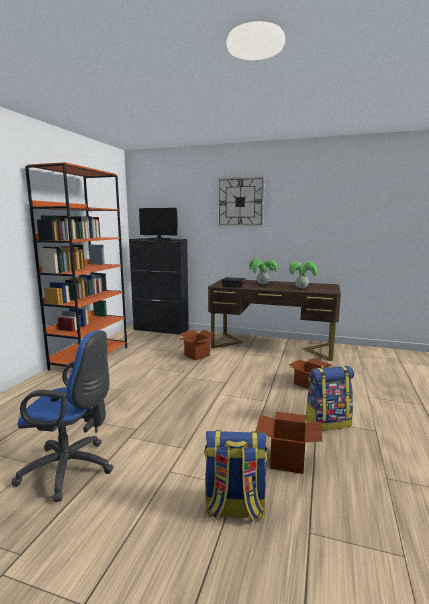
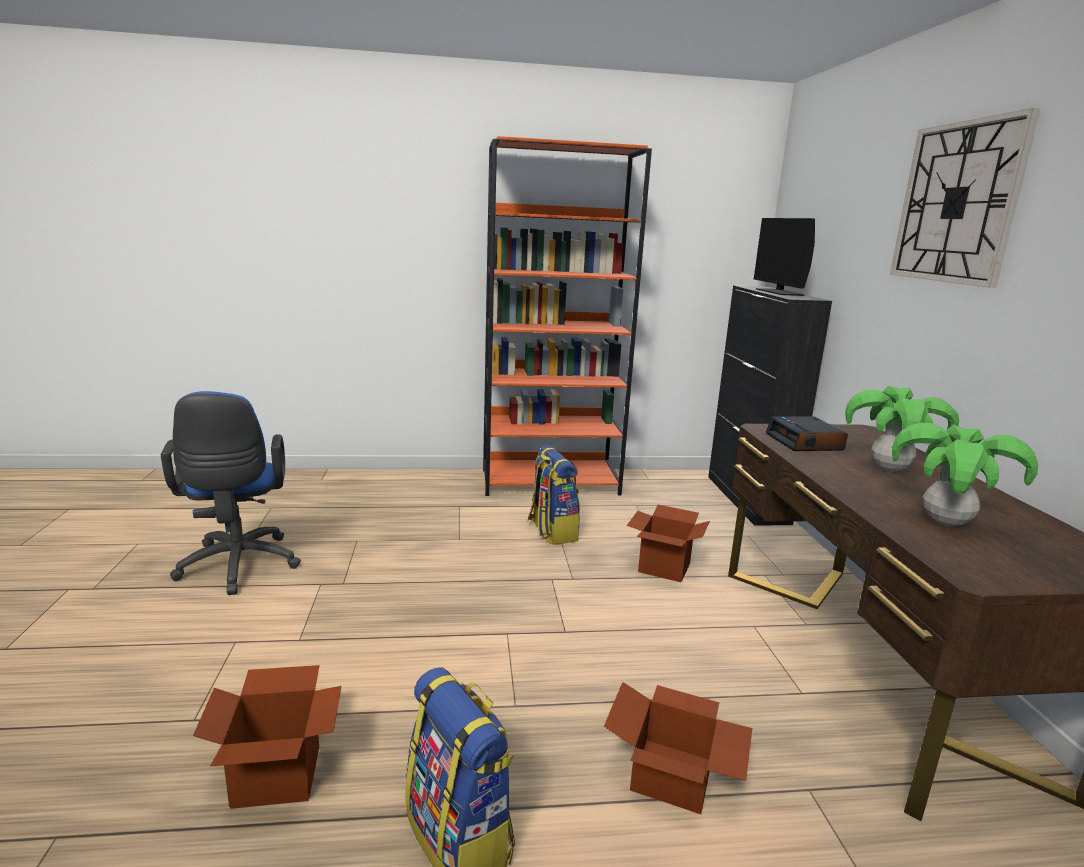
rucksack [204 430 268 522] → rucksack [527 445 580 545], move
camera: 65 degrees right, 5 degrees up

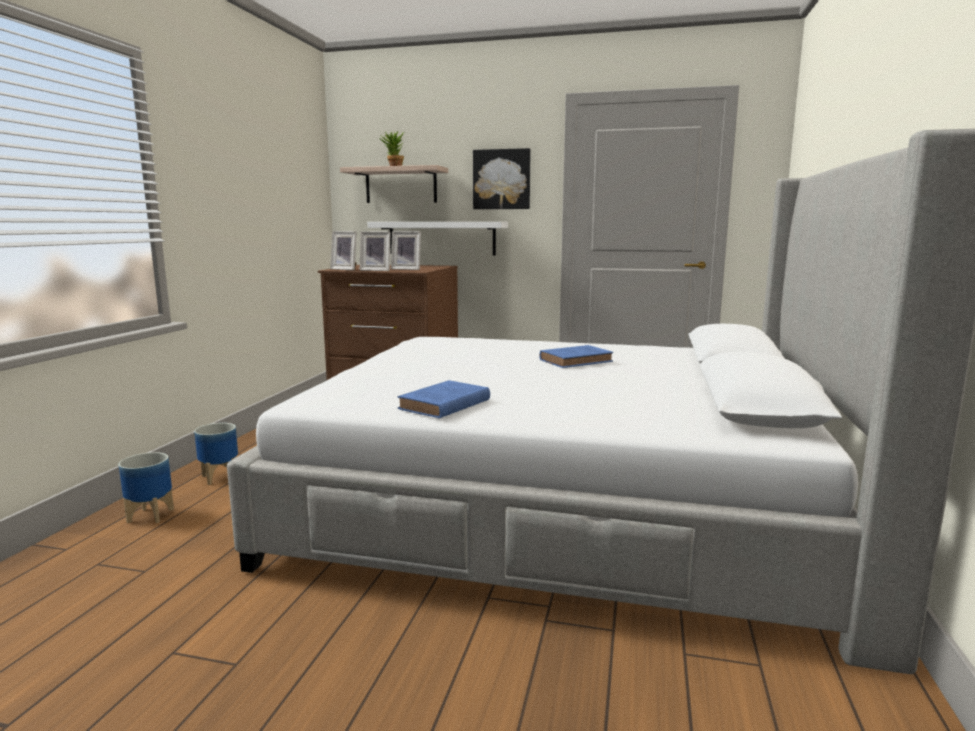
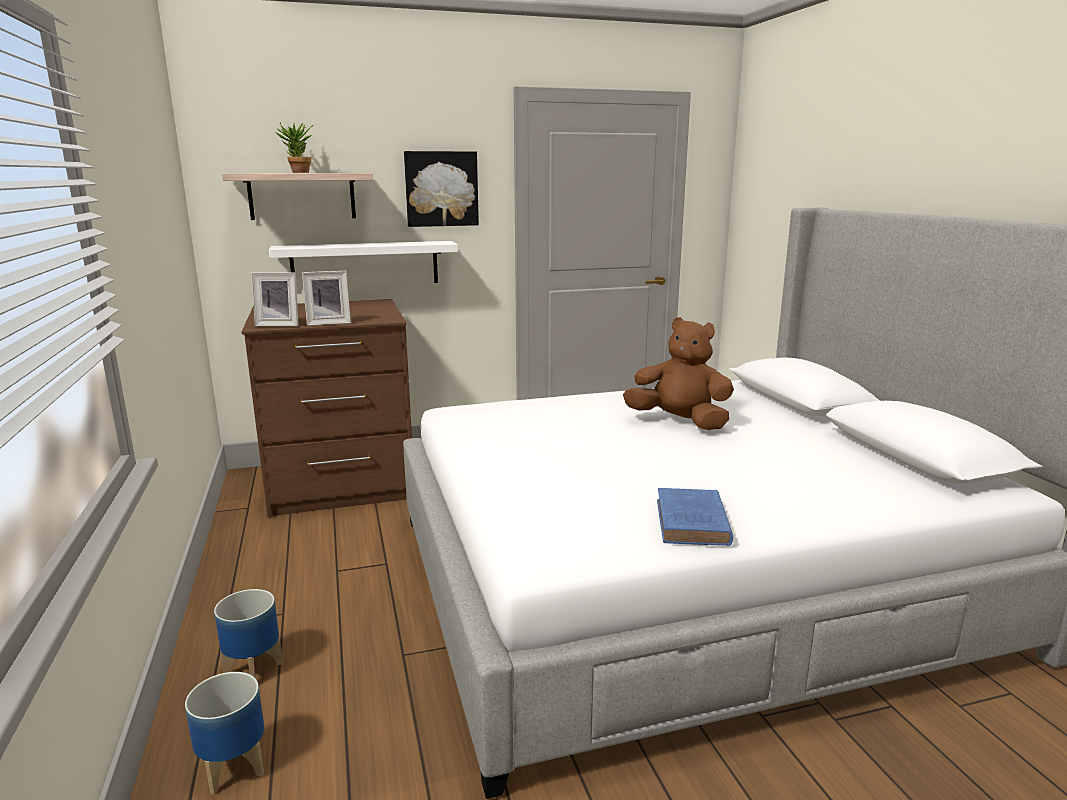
picture frame [391 231 421 270] → -
blue-coloured book [539 345 613 368] → brownish plush toy [623 317 734 430]
camera: 30 degrees left, 5 degrees up

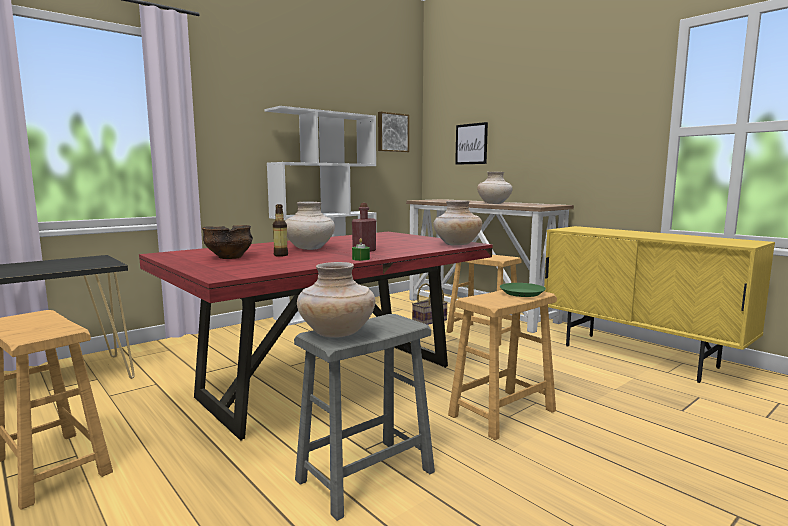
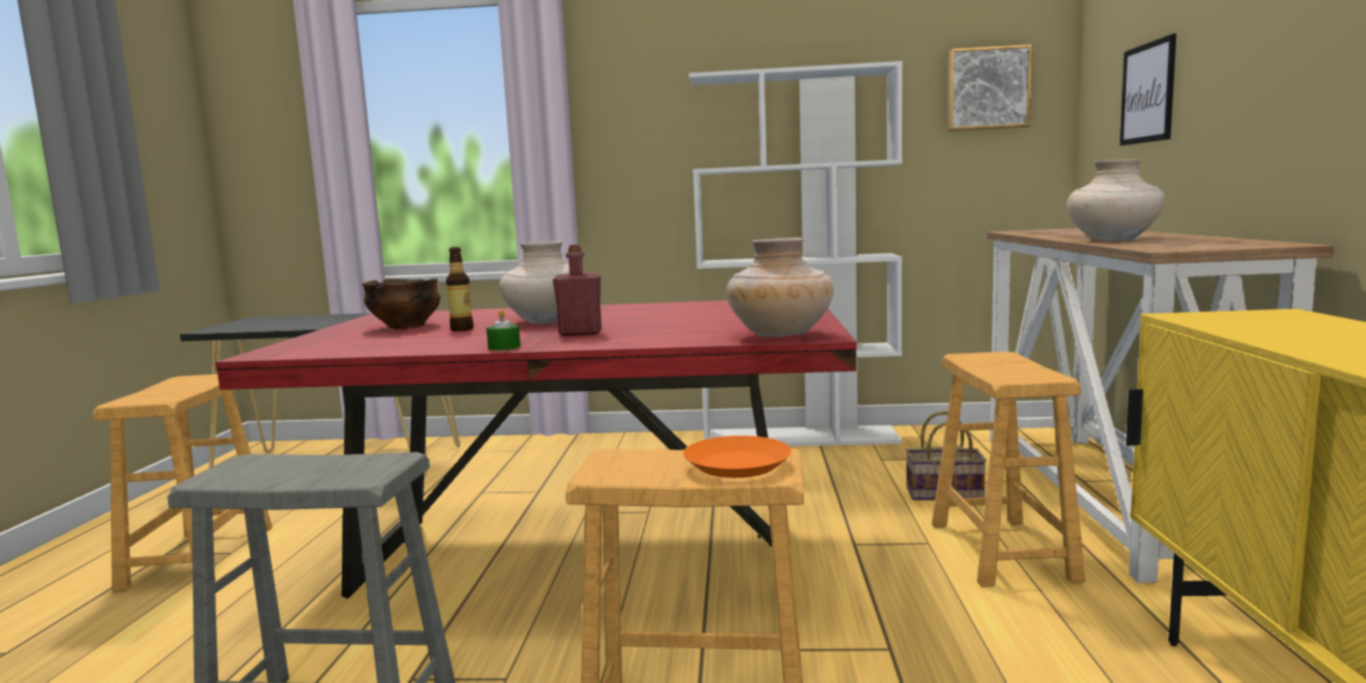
sand-coloured decorative vase [297 262 375 338] → -
green flat dish [500 283 546 297] → orange flat dish [683 436 791 478]
camera: 45 degrees right, 0 degrees up

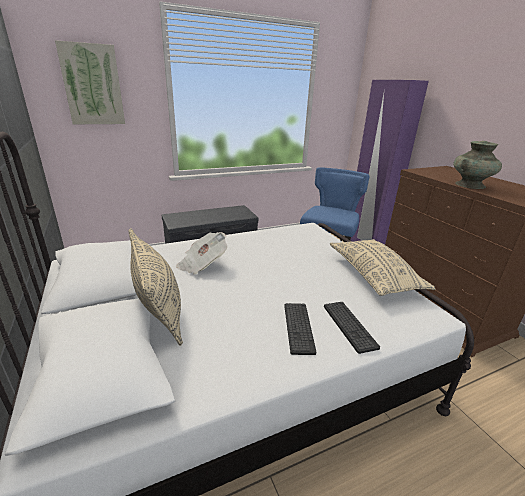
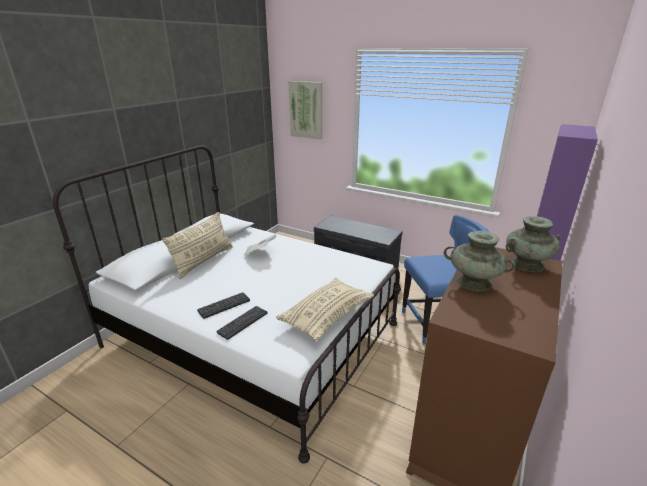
- → blue-green decorative vase [506 216 560 272]
camera: 55 degrees right, 0 degrees up

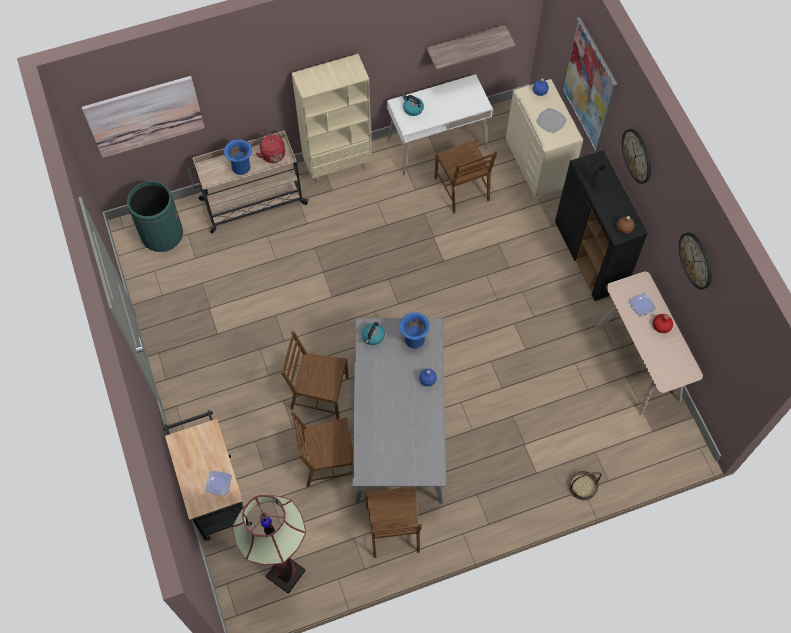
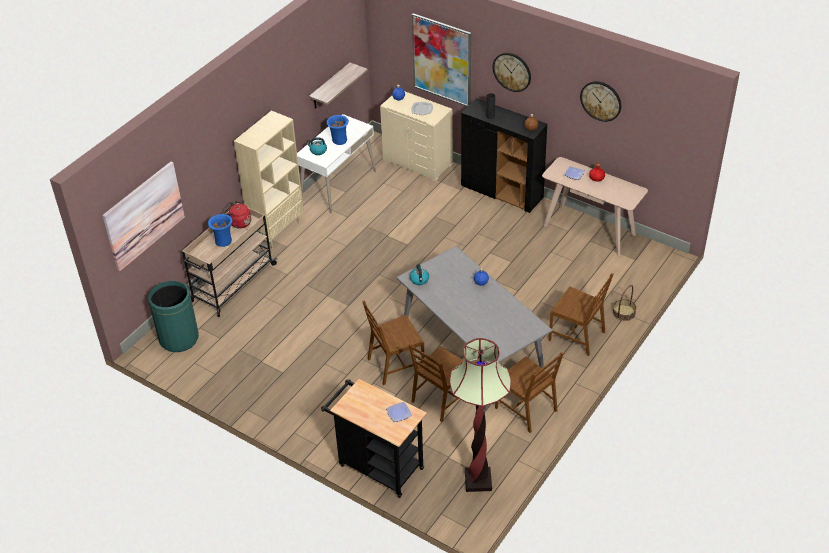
brownish plain chair [434 140 497 214] → brownish plain chair [548 273 614 356], move
blue-coloured decorative vase [400 312 429 349] → blue-coloured decorative vase [327 115 349 145], move
camera: 35 degrees left, 20 degrees down

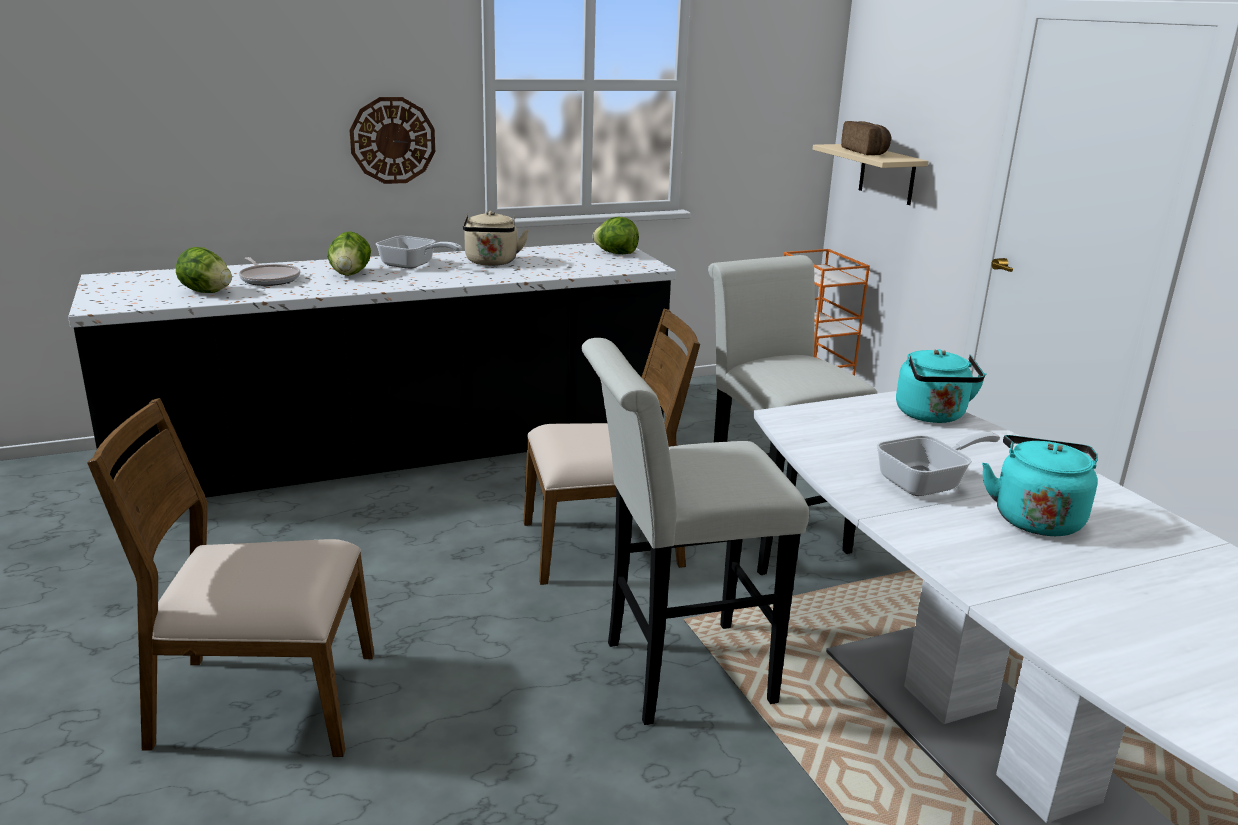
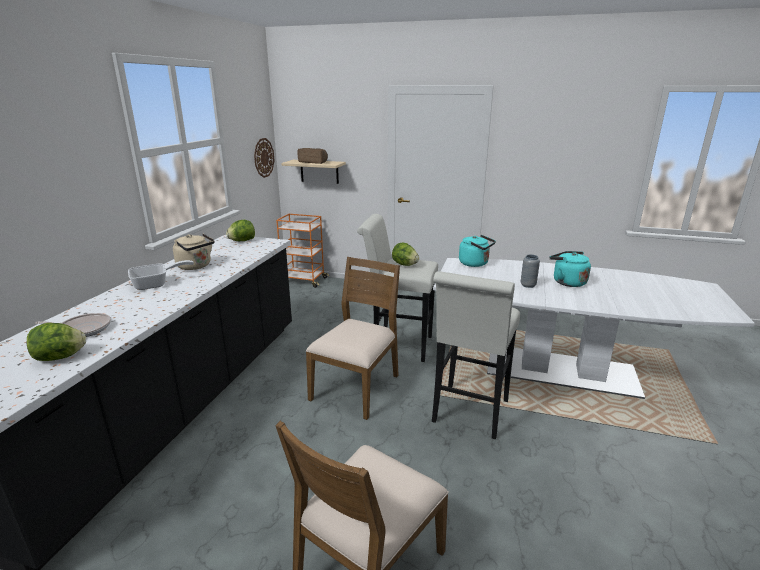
hanging clock [350 97 435 184] → hanging clock [254 138 274 178], move
lettuce head [327 231 371 276] → lettuce head [392 243 419 266], move
pan [876 432 1000 496] → grey decorative vase [520 254 540 288]
camera: 50 degrees left, 0 degrees up

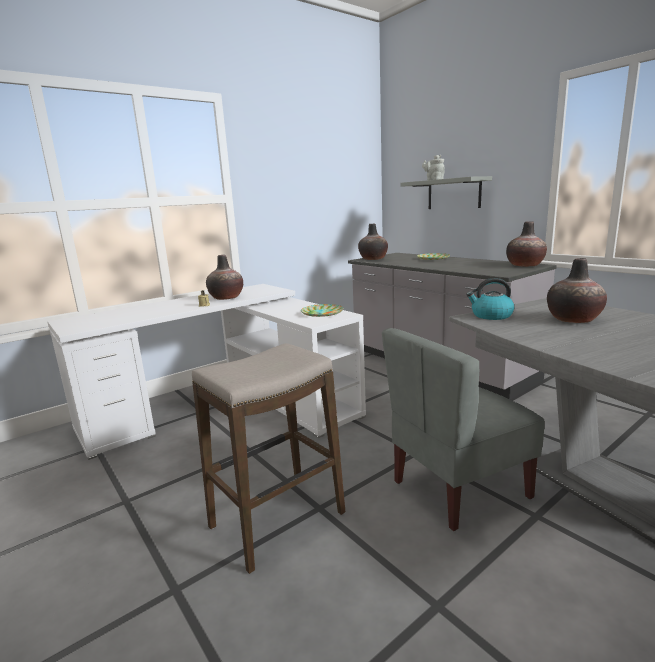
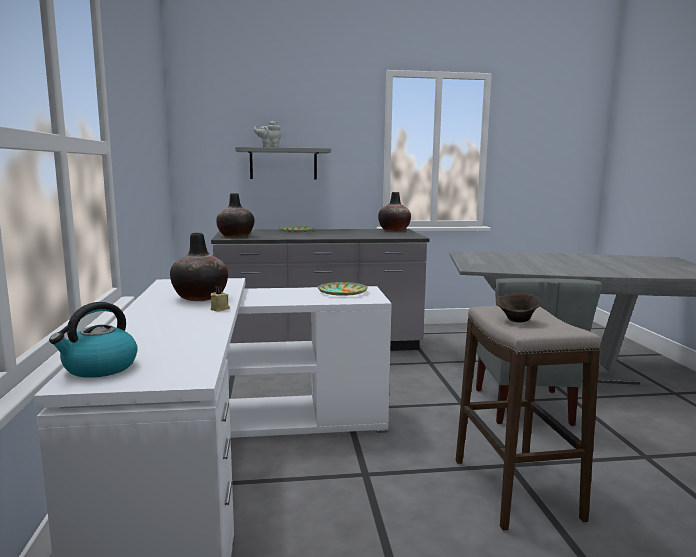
decorative vase [547 258 607 323] → -
water kettle [466 278 515 320] → water kettle [49 302 138 378], move
- → brownish bowl [497 293 540 323]
camera: 60 degrees left, 5 degrees down

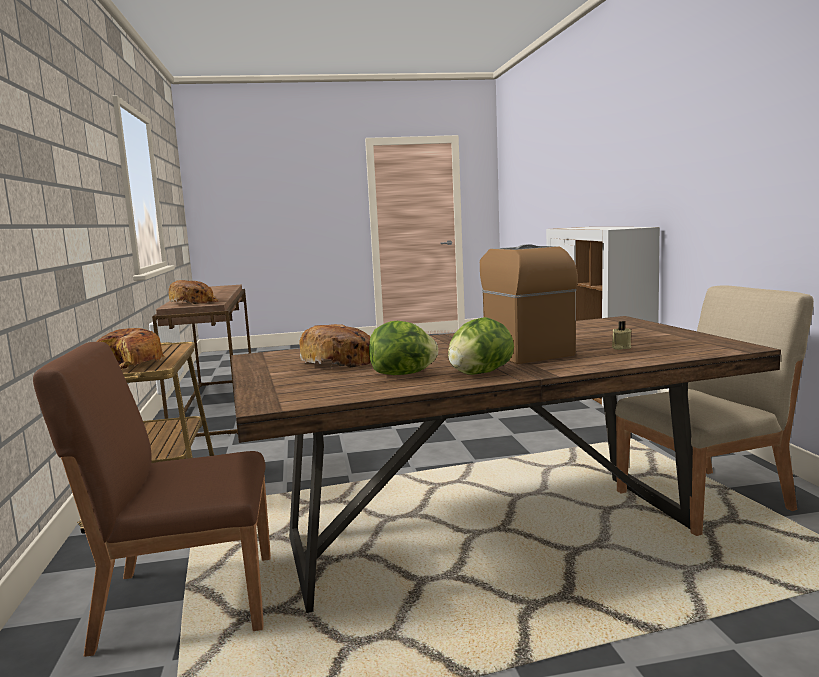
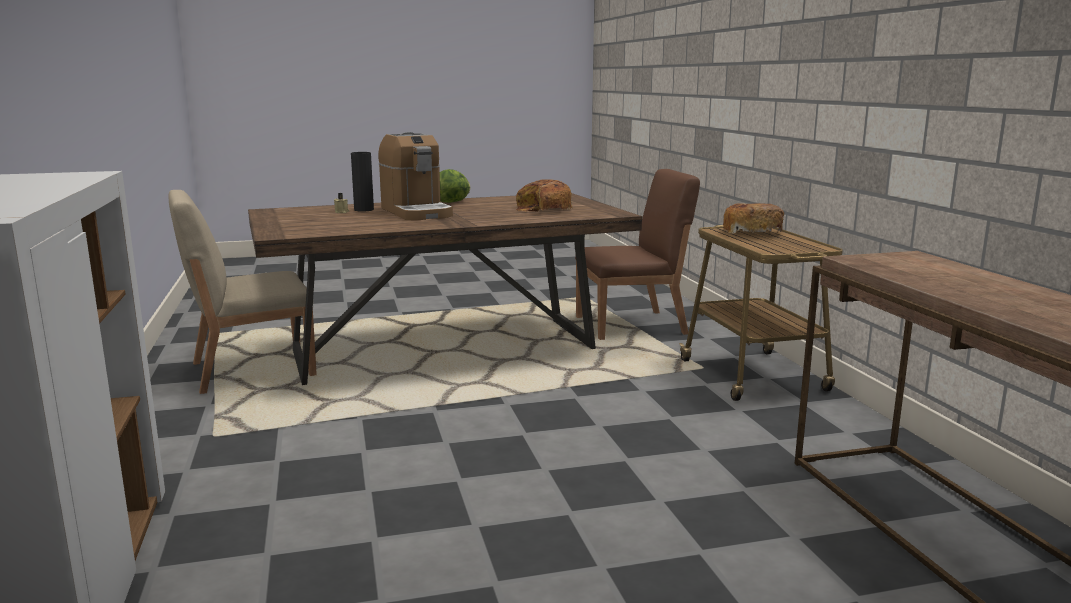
bread [169 280 219 304] → -
lettuce head [369 321 438 375] → -
- → black-coloured decorative vase [351 152 374 212]
camera: 175 degrees right, 5 degrees up

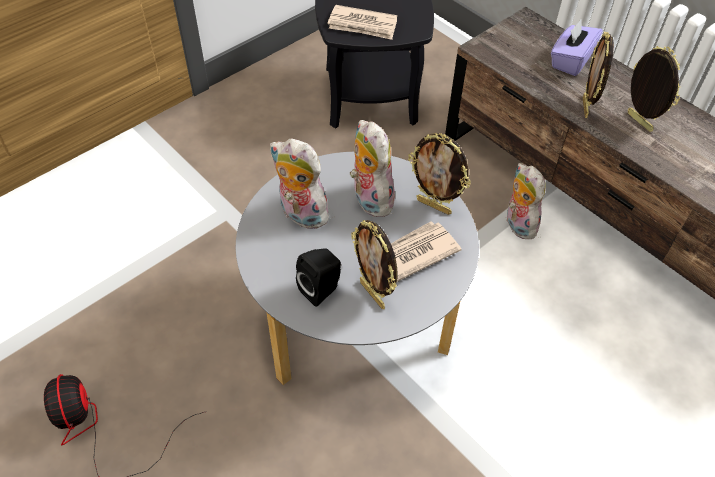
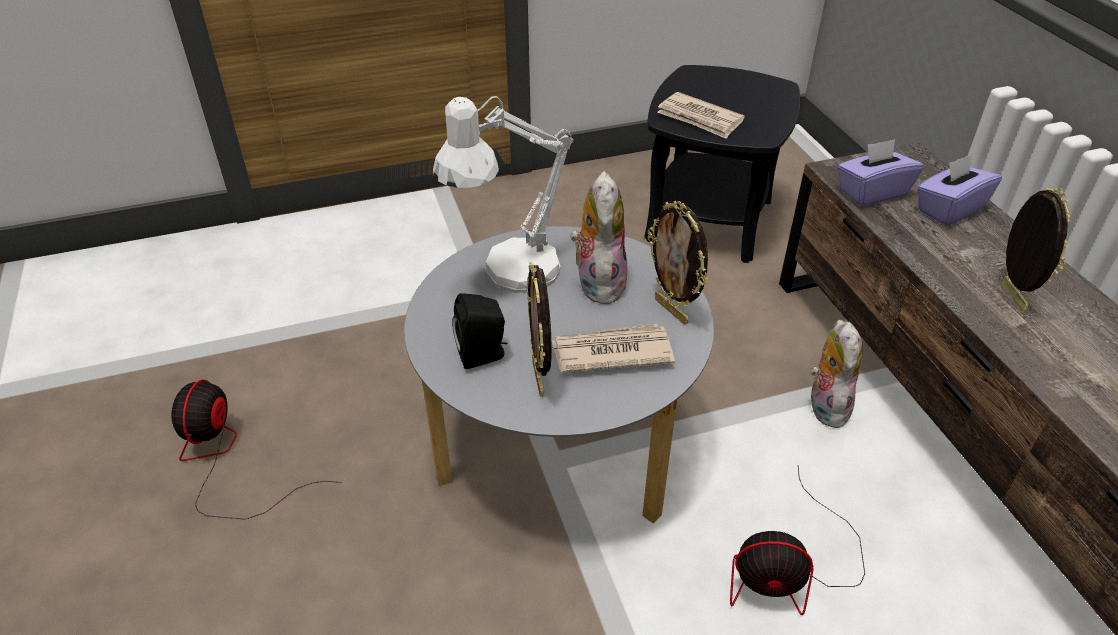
picture frame [583 32 614 118] → -
plush toy [270 139 331 229] → white-coloured table lamp [433 96 574 293]
- → purple-coloured box of tissues [838 139 923 206]
- → electric fan [730 466 865 615]
camera: 25 degrees right, 10 degrees down

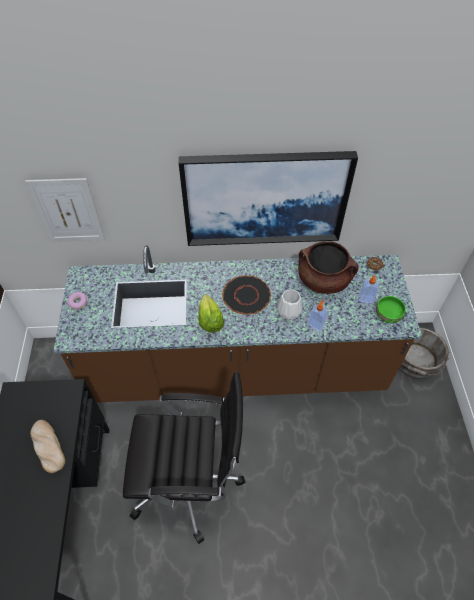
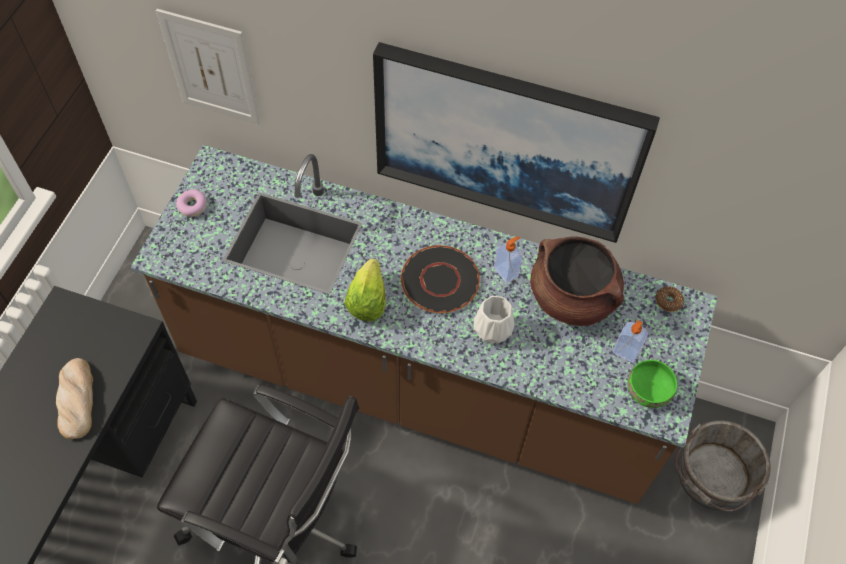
soap dispenser [308 300 328 332] → soap dispenser [494 237 523 283], move
camera: 20 degrees right, 5 degrees up

